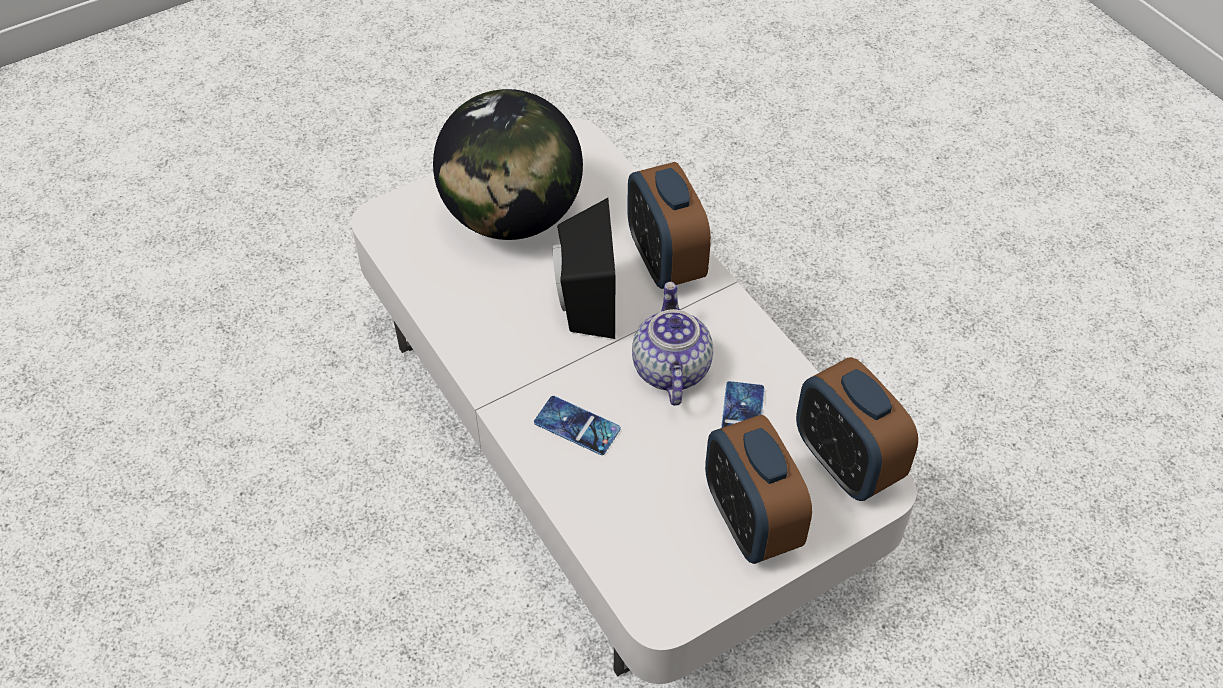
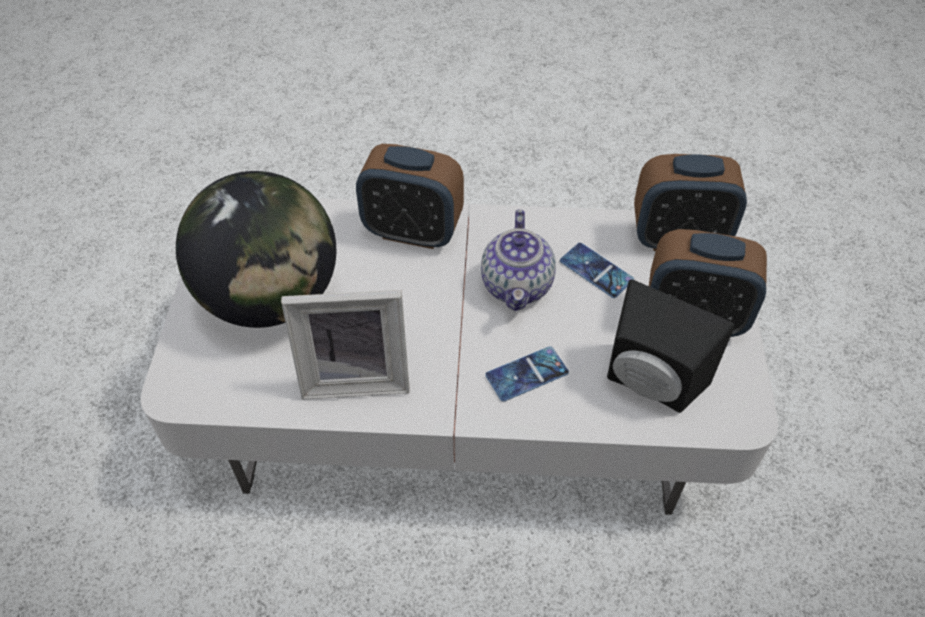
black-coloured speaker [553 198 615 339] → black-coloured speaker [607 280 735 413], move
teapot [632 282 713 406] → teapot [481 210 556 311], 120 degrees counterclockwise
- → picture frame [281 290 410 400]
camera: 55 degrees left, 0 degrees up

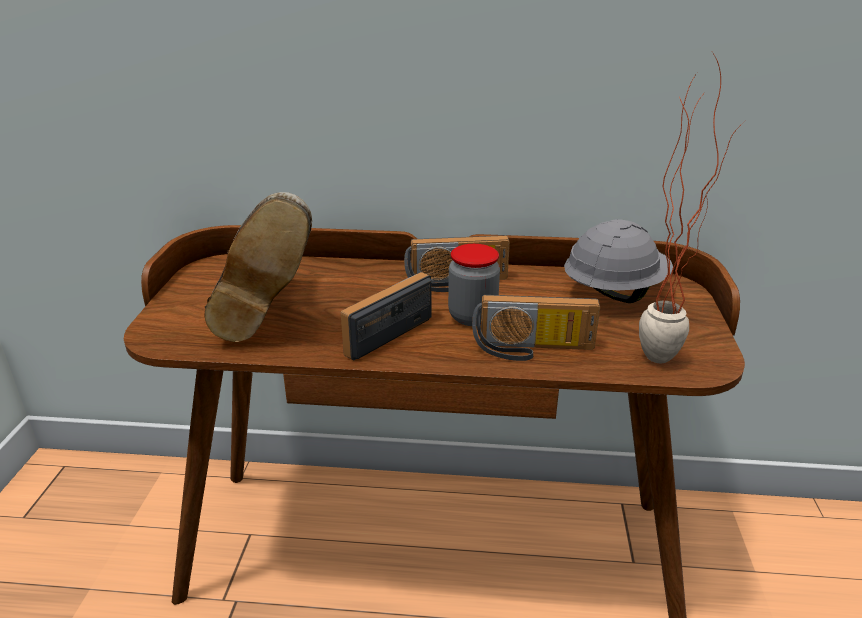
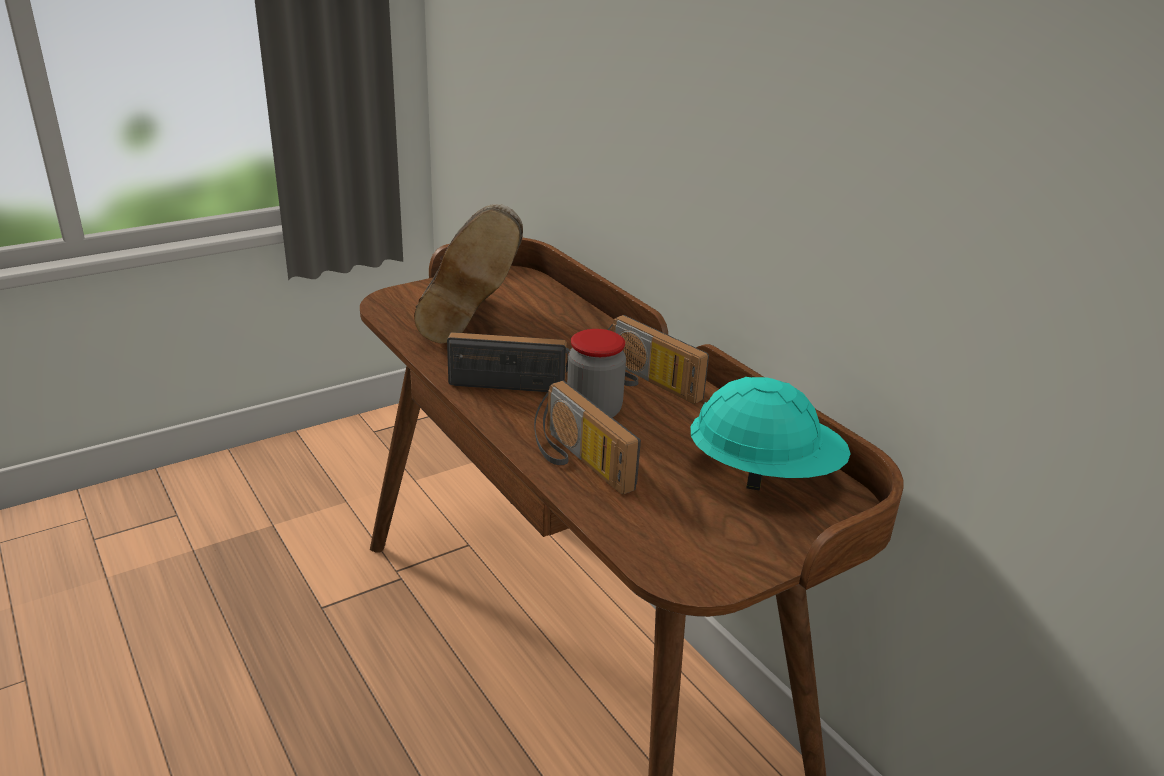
houseplant [639 52 747 363] → -
brownish tall boot [204 192 312 342] → brownish tall boot [414 204 523 344], 45 degrees counterclockwise
grey hard hat [564 219 673 303] → blue-green hard hat [691 377 851 491]
camera: 50 degrees right, 0 degrees up

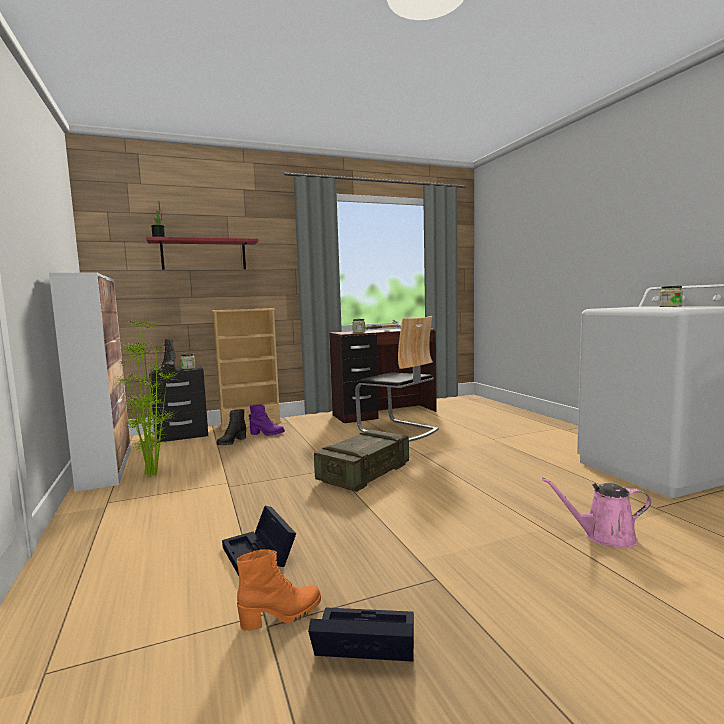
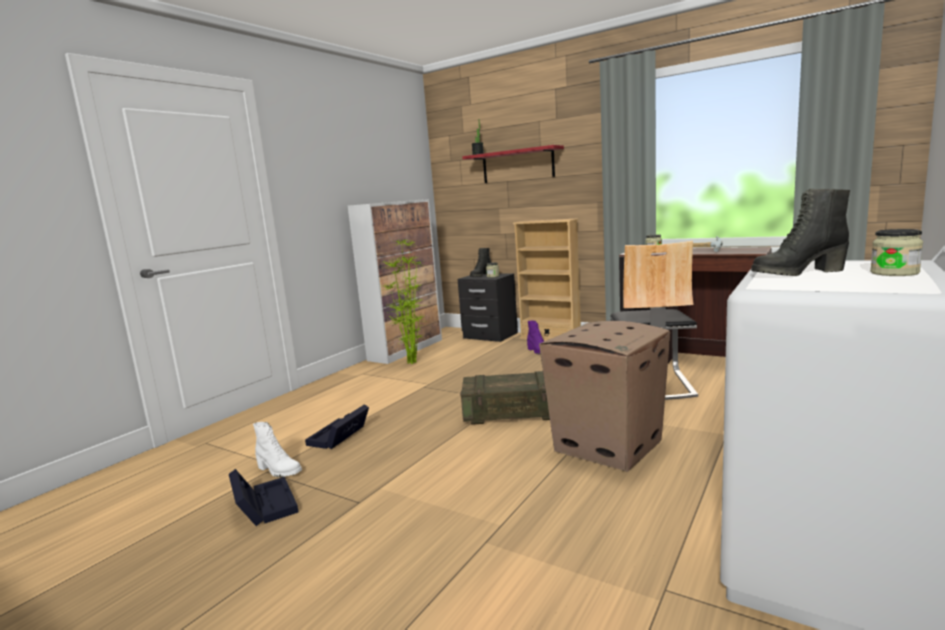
black-coloured tall boot [217 409 246 445] → black-coloured tall boot [751 189 850 276], move
pink-coloured watering can [542 478 651 548] → -
orange tall boot [236 549 321 631] → white-coloured tall boot [253 422 302 477]
- → cardboard box [539 321 670 472]
camera: 55 degrees right, 5 degrees up

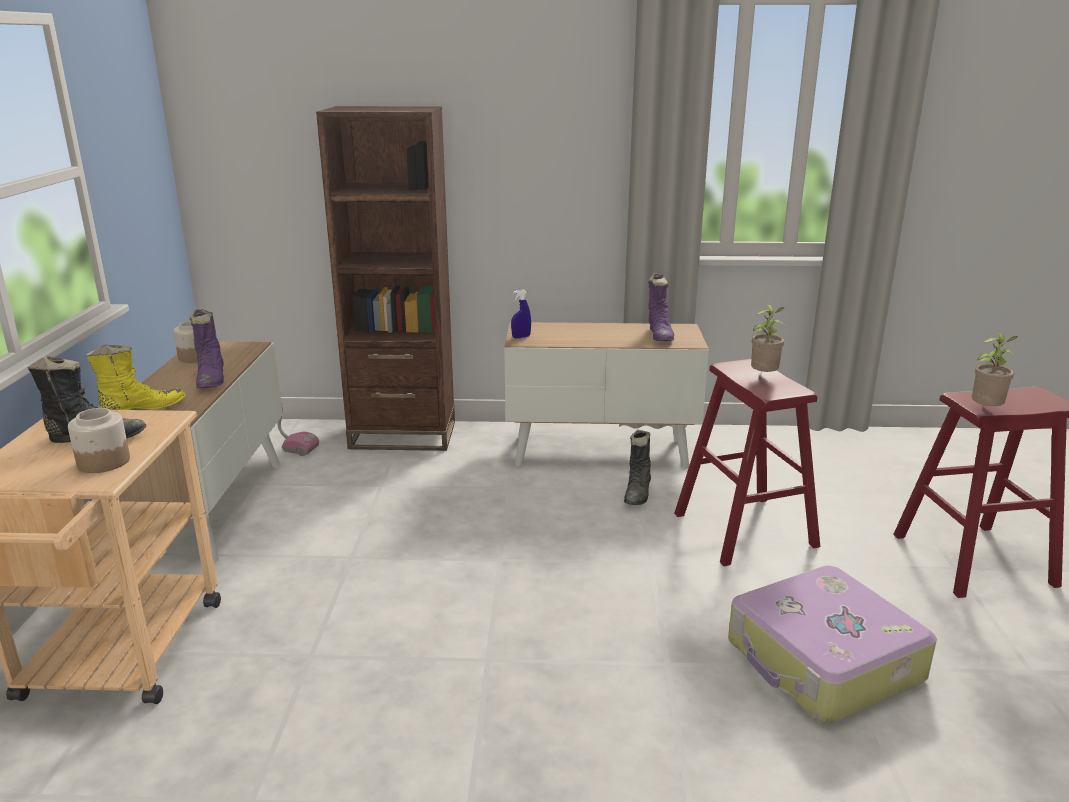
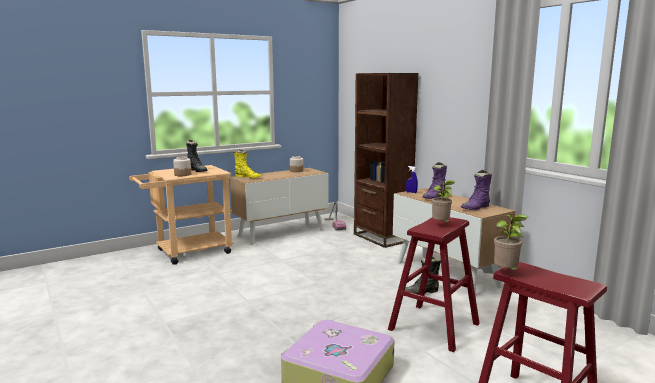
purple-coloured tall boot [189 309 224 388] → purple-coloured tall boot [422 162 447 199], move
camera: 55 degrees right, 10 degrees down

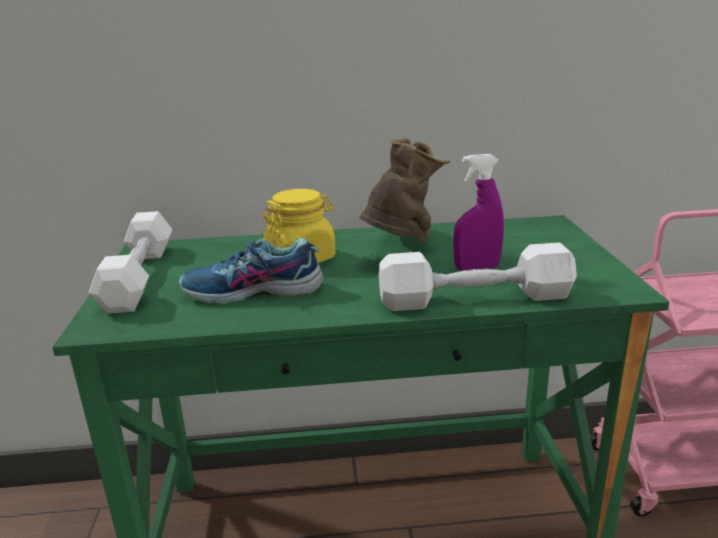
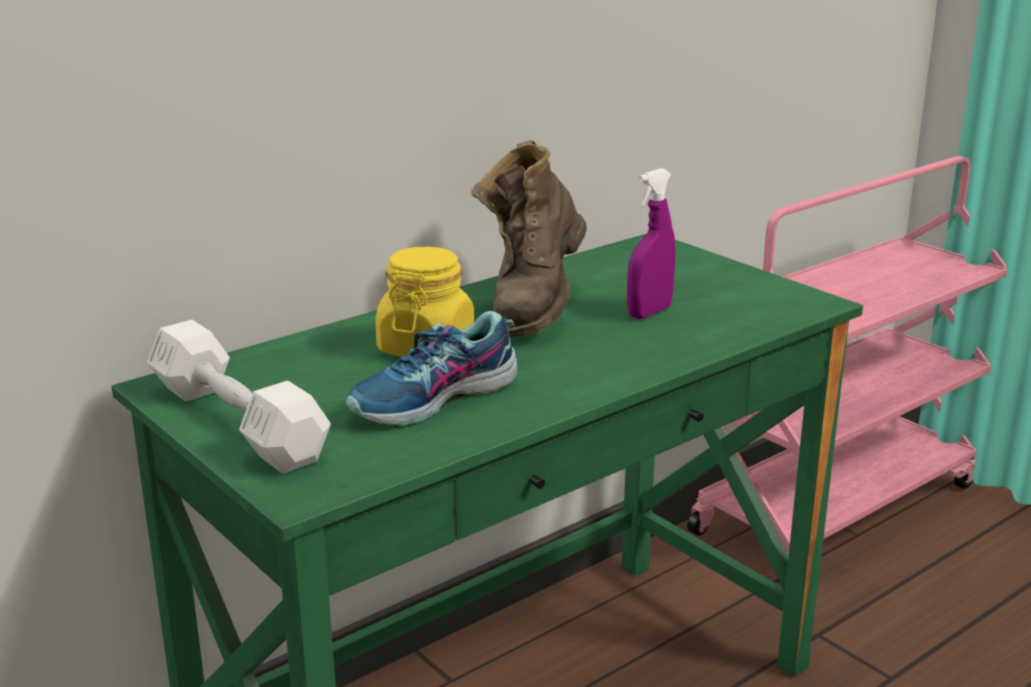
brownish tall boot [359 138 450 242] → brownish tall boot [472 140 587 338], 150 degrees counterclockwise
white-coloured dumbbell [379 242 577 311] → -
camera: 35 degrees left, 0 degrees up

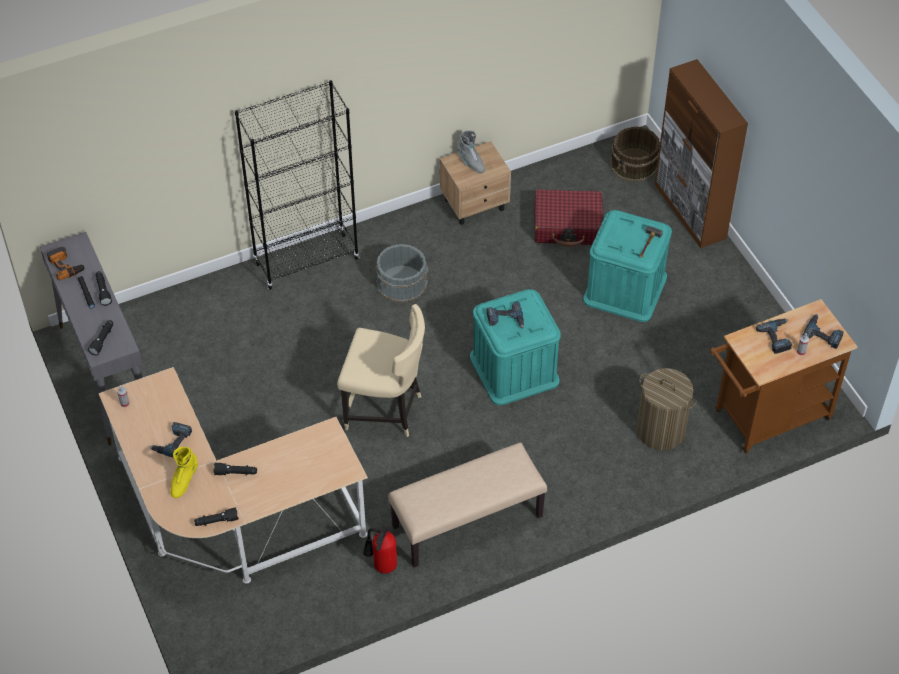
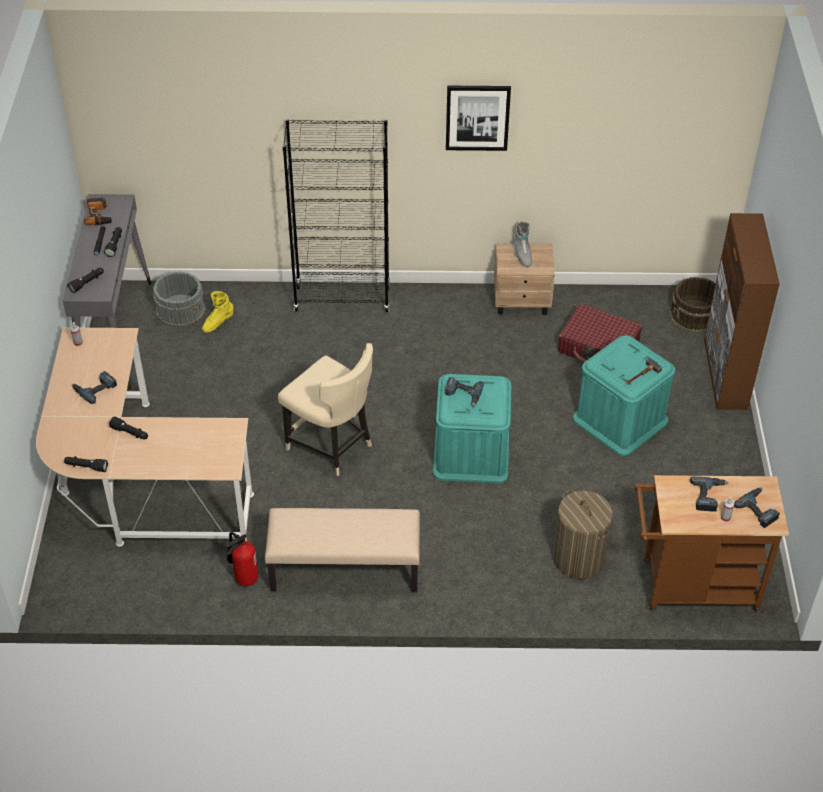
grey bucket [375 244 428 303] → grey bucket [153 271 205 327], move
yellow-coloured tall boot [170 447 198 498] → yellow-coloured tall boot [202 291 234 332], move
- → wall picture [446 86 511 151]
camera: 25 degrees right, 5 degrees down

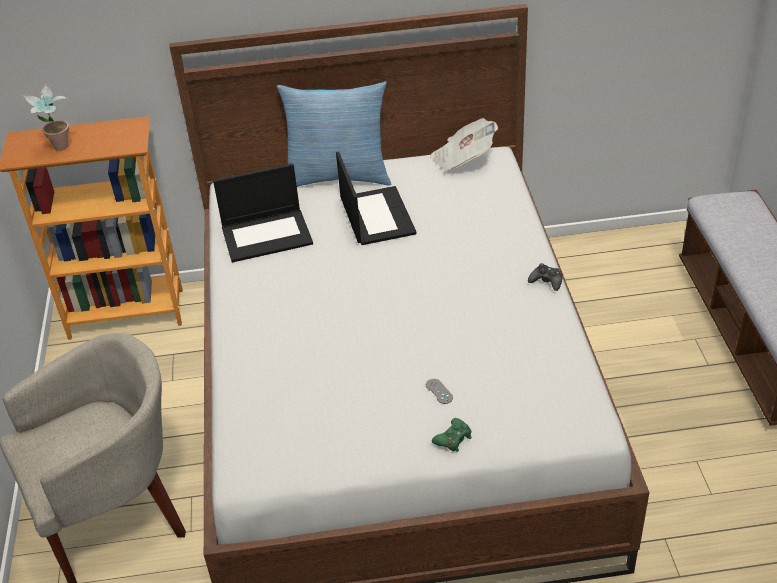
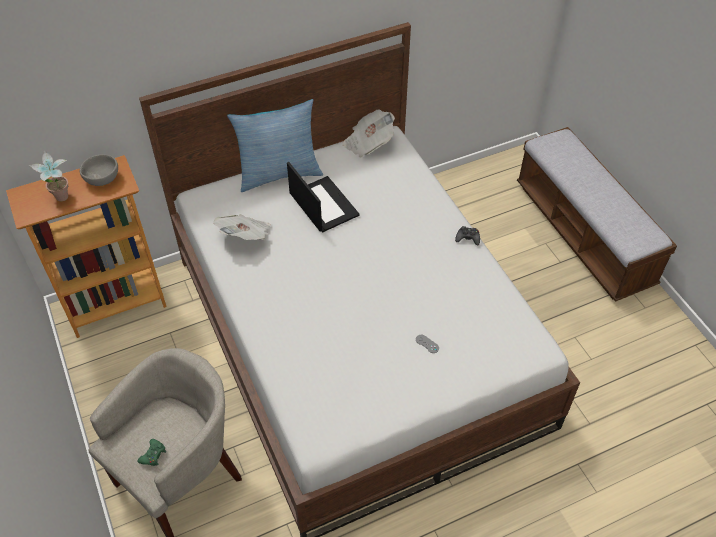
laptop [213 163 313 263] → printed paper [213 214 271 240]
green joypad [432 418 472 452] → green joypad [137 439 166 466], move
- → grey bowl [80 154 118 186]
camera: 20 degrees left, 10 degrees up

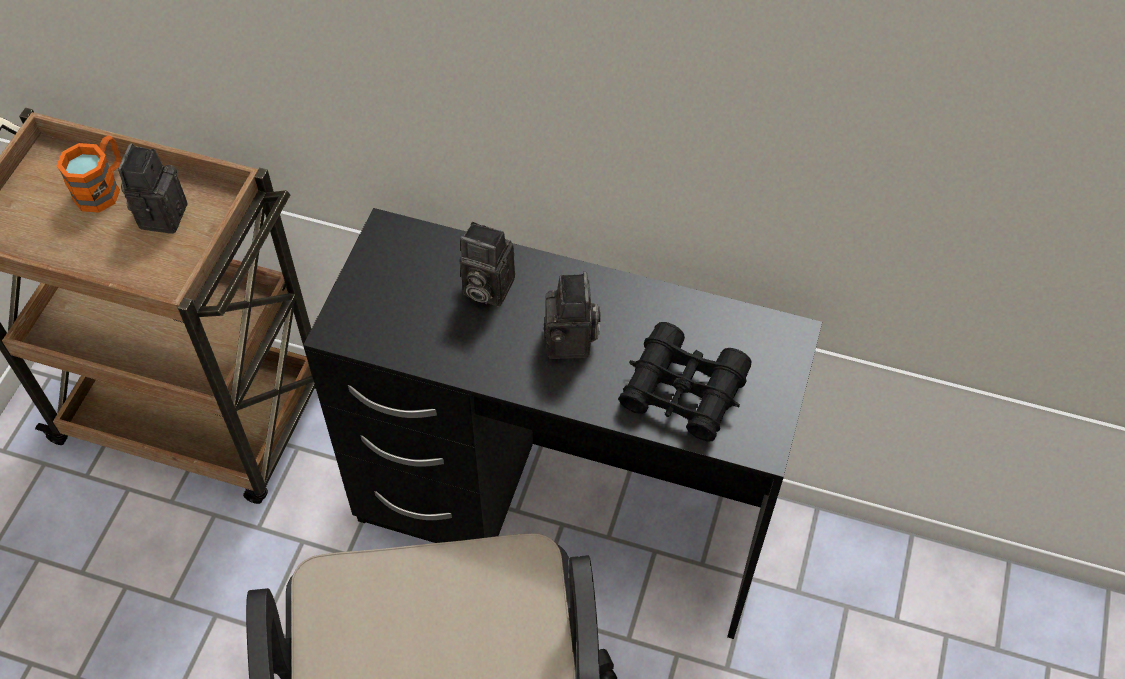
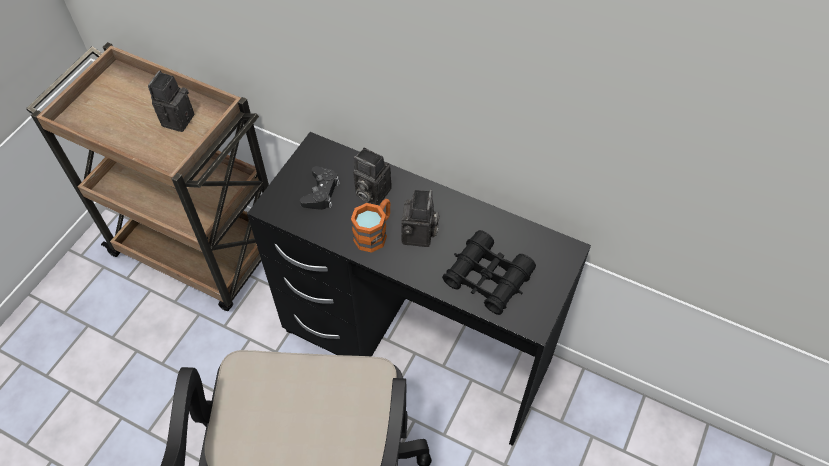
orange coffee mug [57 136 121 213] → orange coffee mug [351 199 391 253], move
- → black-coloured joypad [300 166 340 210]
camera: 10 degrees right, 0 degrees up

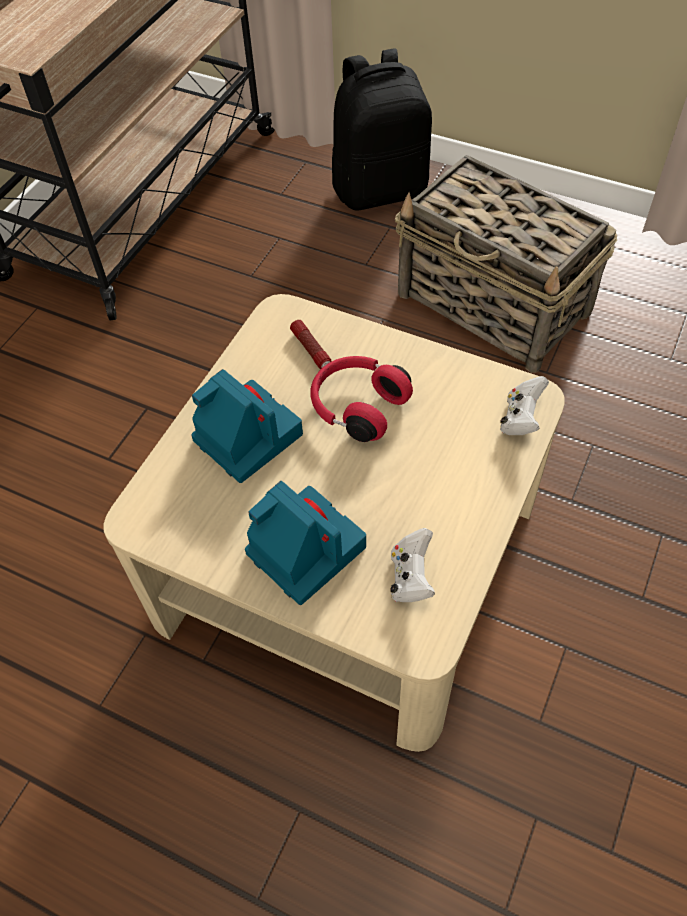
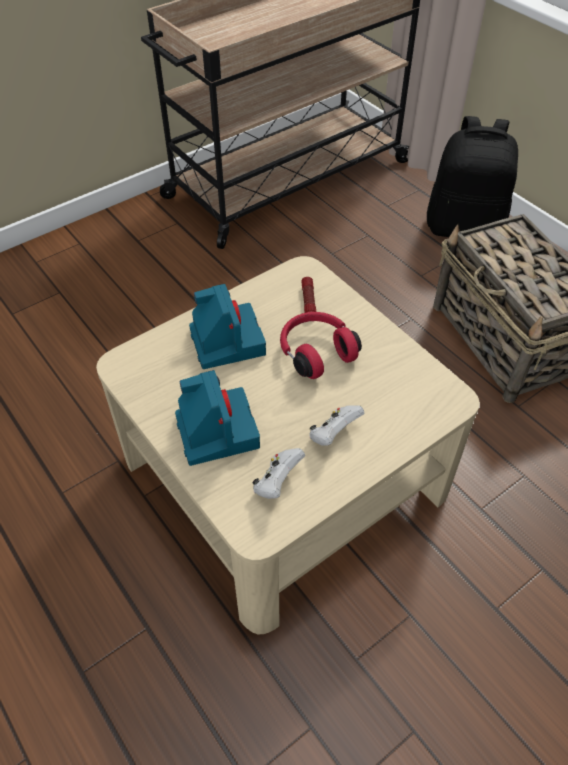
white-coloured joypad [500 376 549 435] → white-coloured joypad [310 405 364 445], move
camera: 25 degrees right, 5 degrees down

